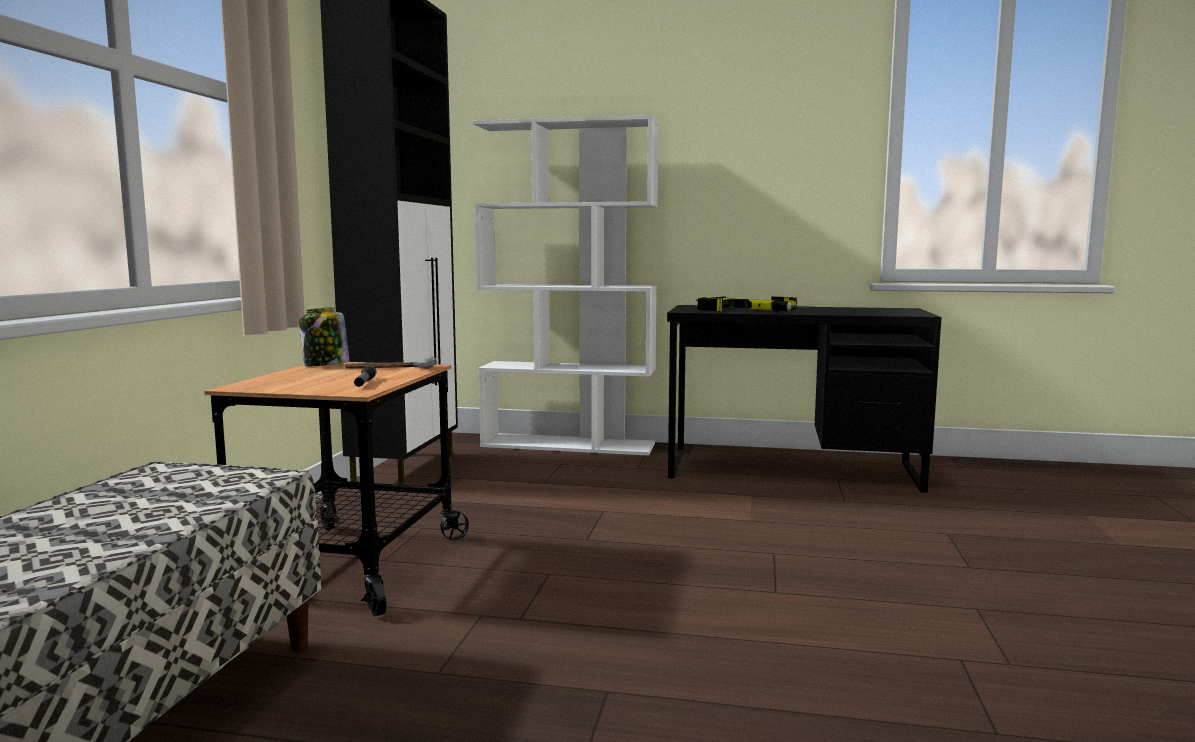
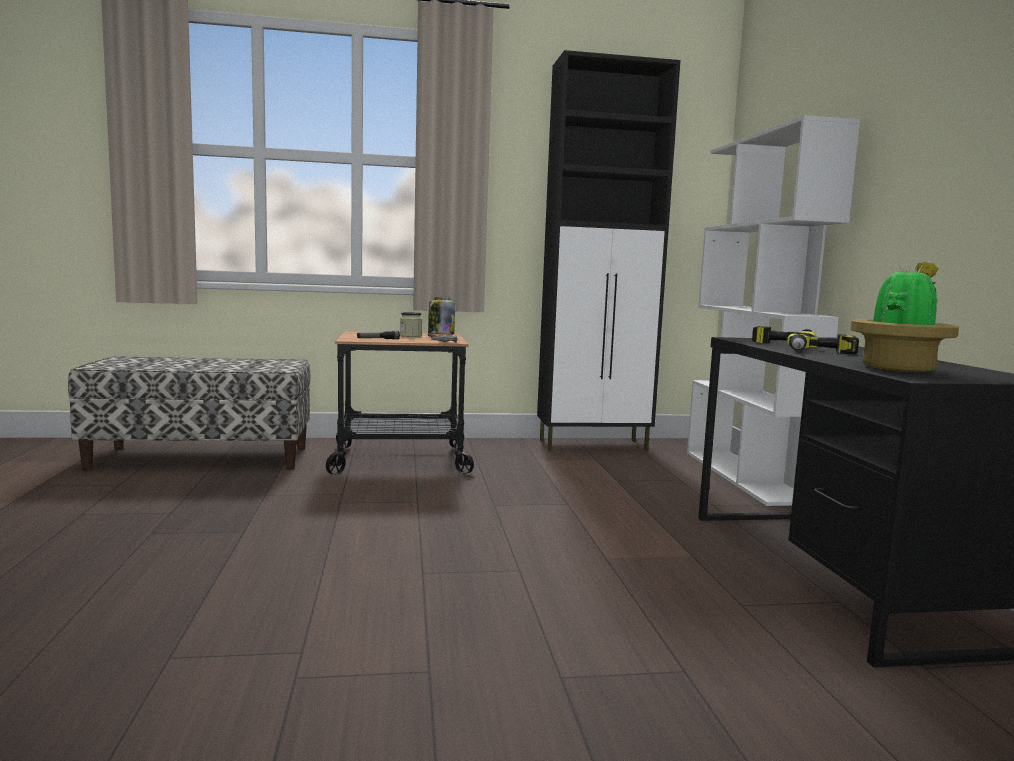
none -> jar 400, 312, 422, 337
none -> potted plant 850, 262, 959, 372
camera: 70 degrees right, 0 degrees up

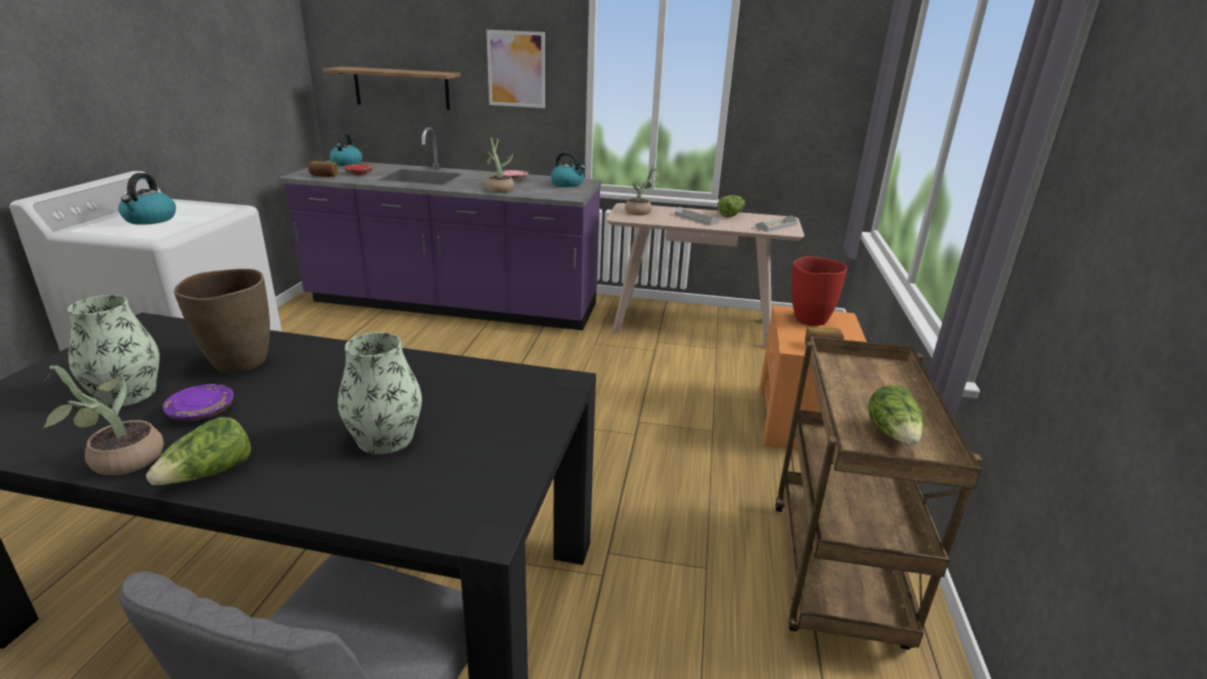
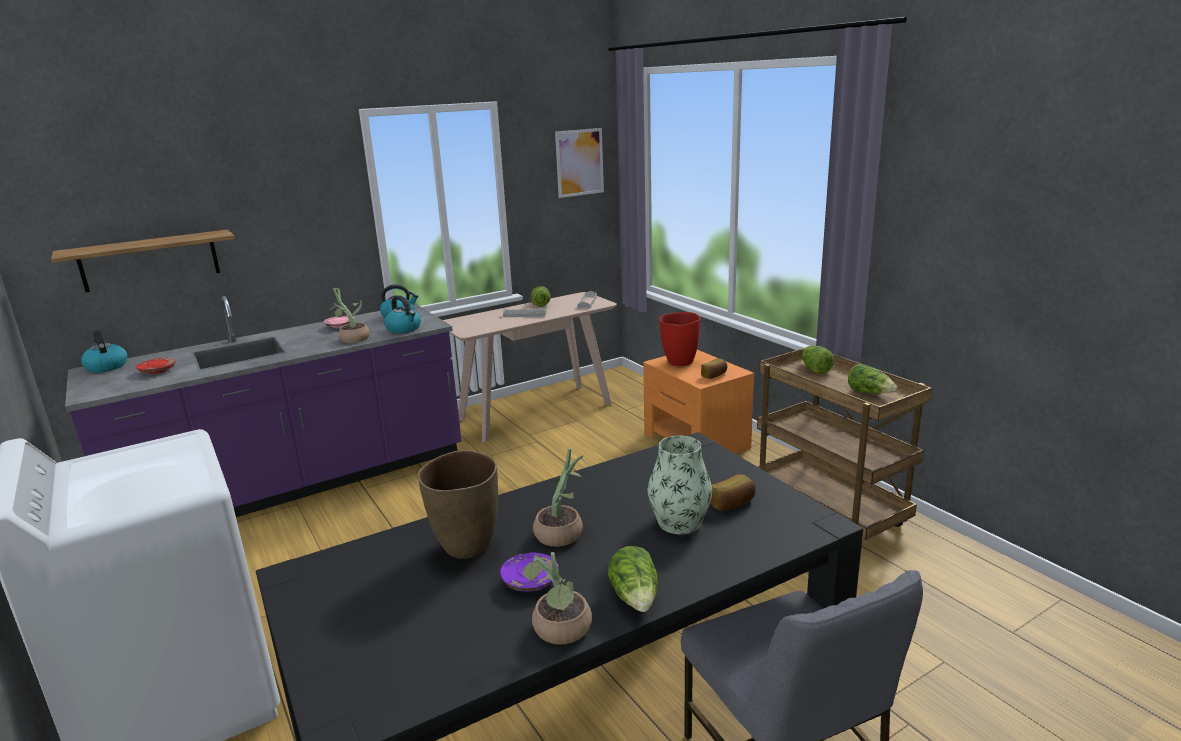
kettle 118, 173, 176, 225 -> kettle 384, 295, 421, 333, moved
potted plant 625, 165, 660, 216 -> potted plant 533, 448, 590, 547, moved
picture 486, 30, 545, 108 -> picture 555, 128, 604, 198, moved
bread 308, 161, 338, 177 -> bread 710, 474, 756, 511, moved
none -> lettuce 802, 345, 834, 374
vase 67, 295, 159, 407 -> none
camera: 40 degrees left, 5 degrees down

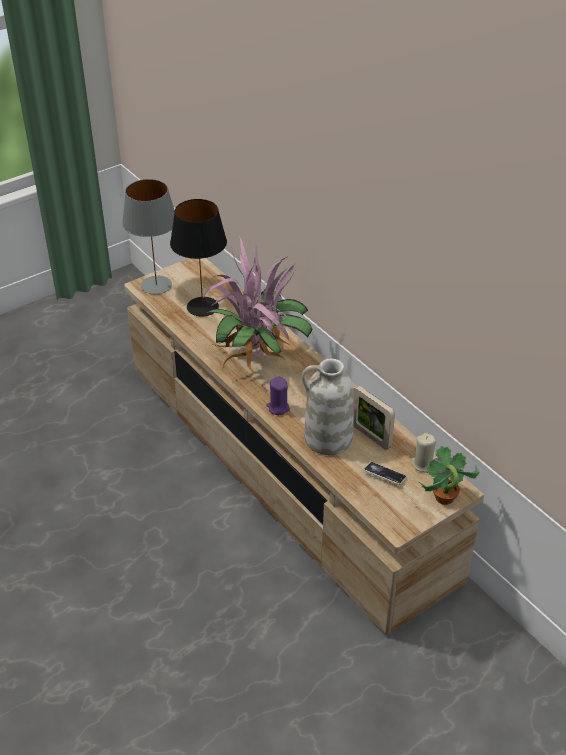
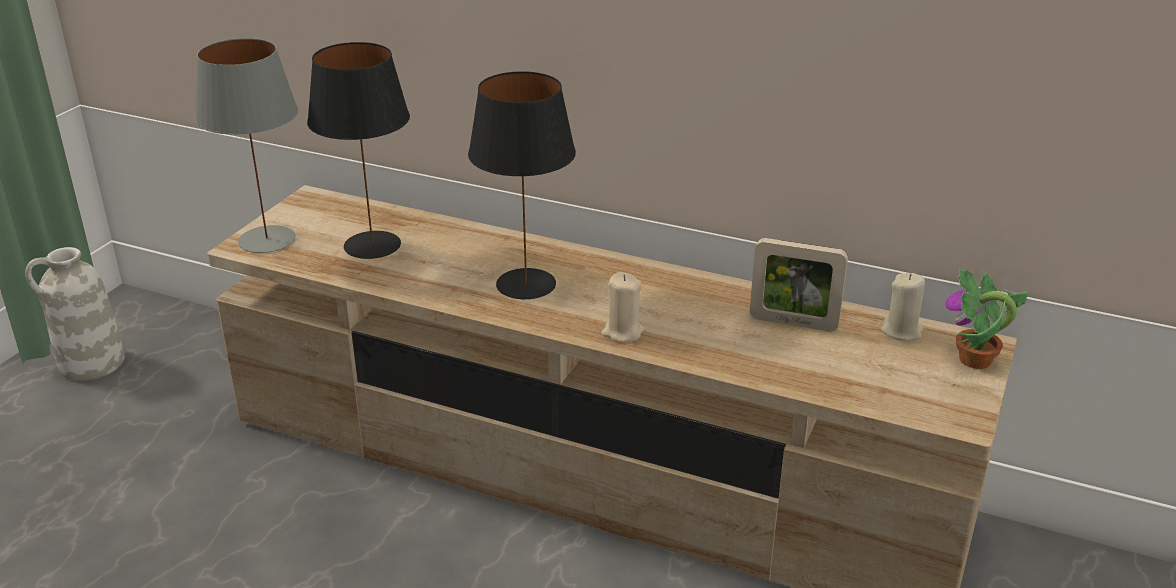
white vase 302, 359, 354, 455 -> white vase 25, 247, 125, 381, moved
potted plant 202, 235, 313, 375 -> black table lamp 468, 71, 576, 299
purple candle 266, 377, 290, 415 -> beige candle 601, 272, 644, 342
phone 364, 462, 407, 485 -> none
camera: 30 degrees left, 10 degrees down

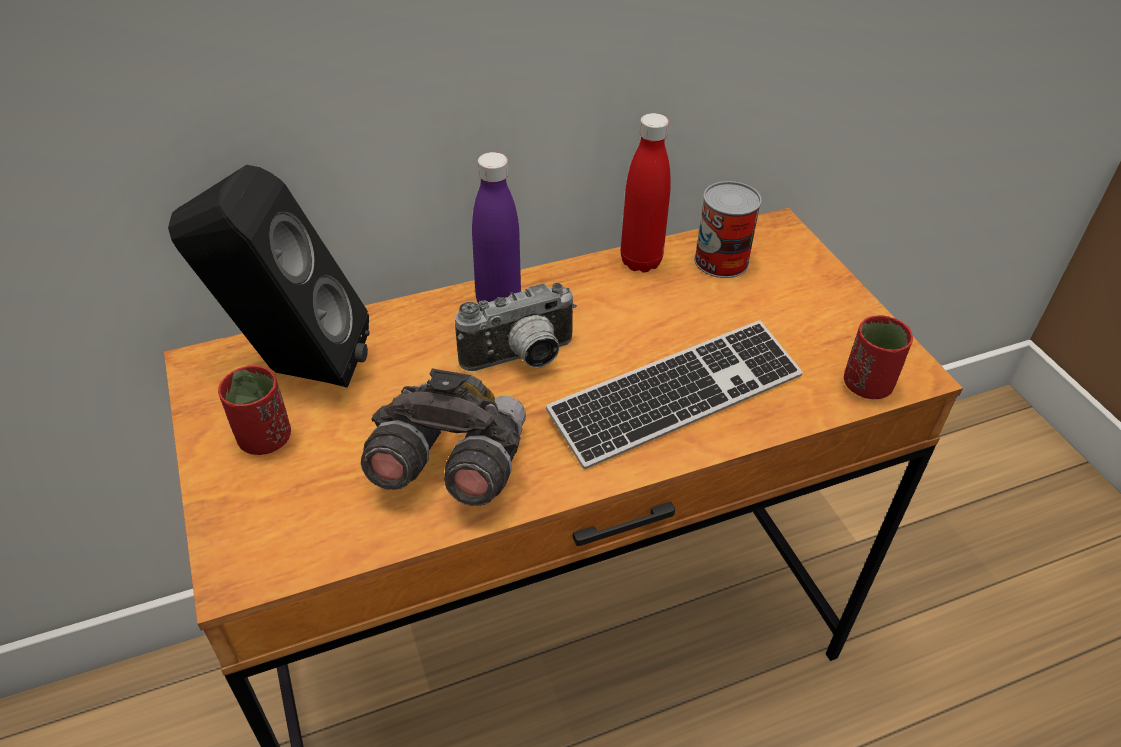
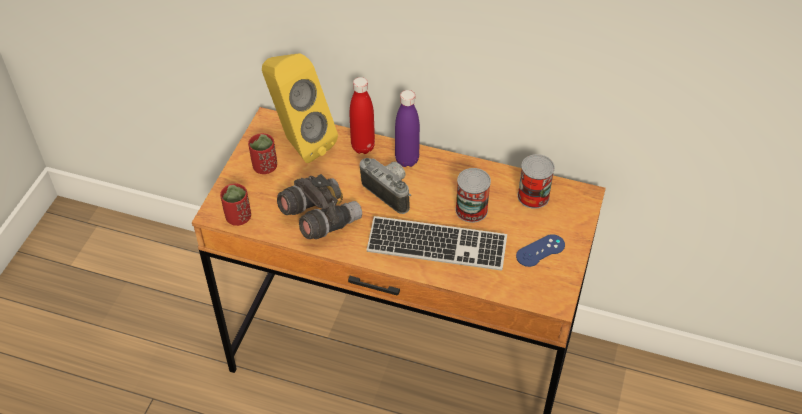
red cup 844, 315, 913, 399 -> red cup 220, 183, 251, 226, moved
black speaker 168, 165, 370, 387 -> yellow speaker 262, 53, 338, 163
red bottle 621, 113, 671, 273 -> red bottle 350, 77, 375, 154, moved
photo camera 455, 283, 577, 371 -> photo camera 360, 158, 411, 214, 150 degrees counterclockwise
none -> can 455, 168, 491, 223
none -> blue game controller 516, 234, 565, 267
camera: 40 degrees right, 5 degrees up

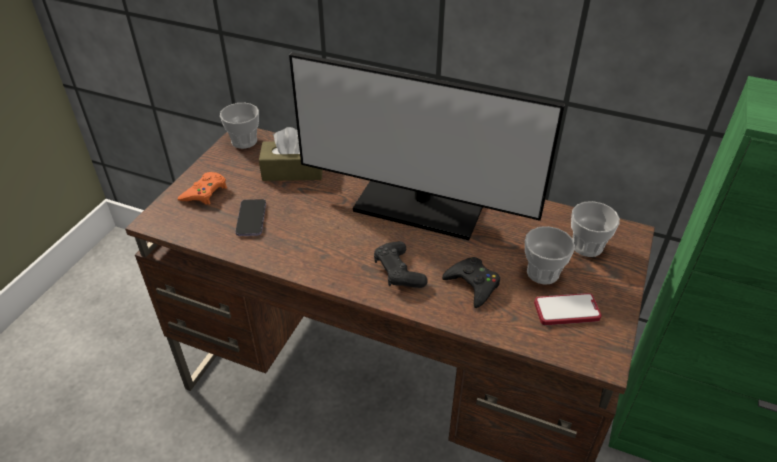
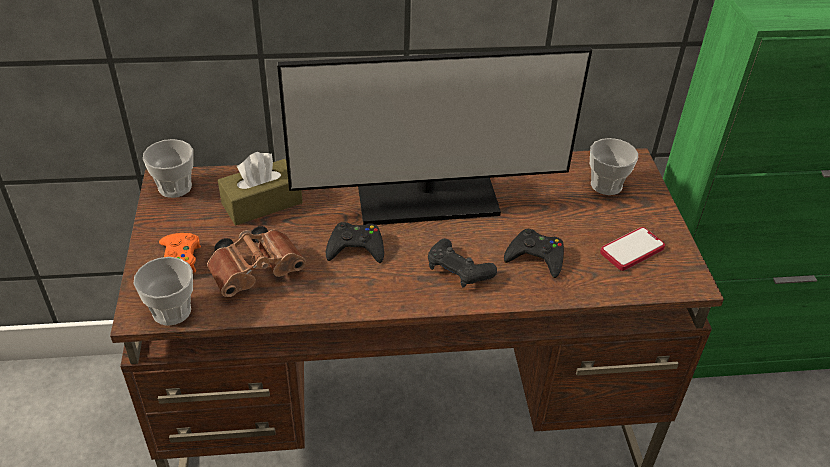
cup 525, 226, 575, 284 -> cup 134, 257, 193, 326, moved
phone 235, 199, 266, 236 -> brown binoculars 207, 226, 306, 297
none -> black game controller 326, 222, 384, 263
camera: 30 degrees left, 0 degrees up

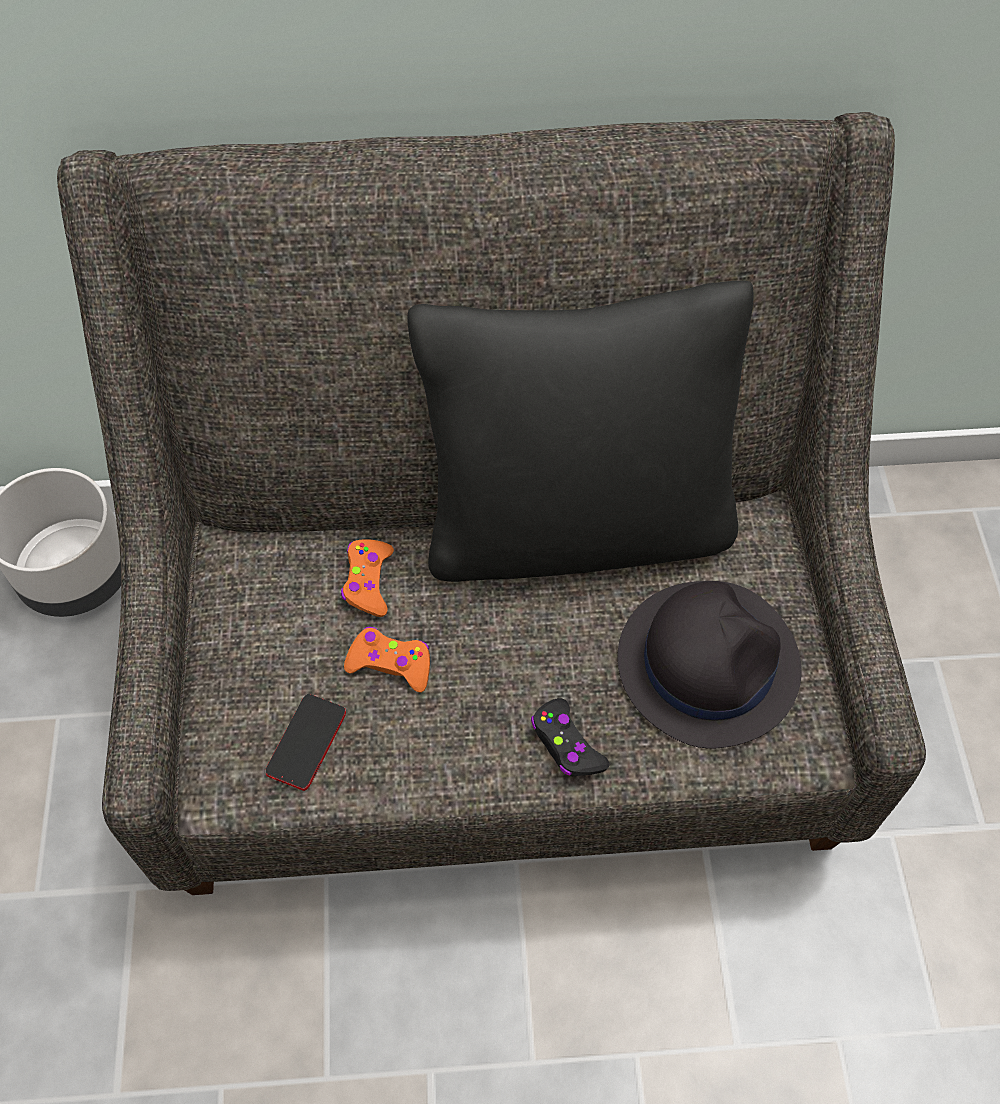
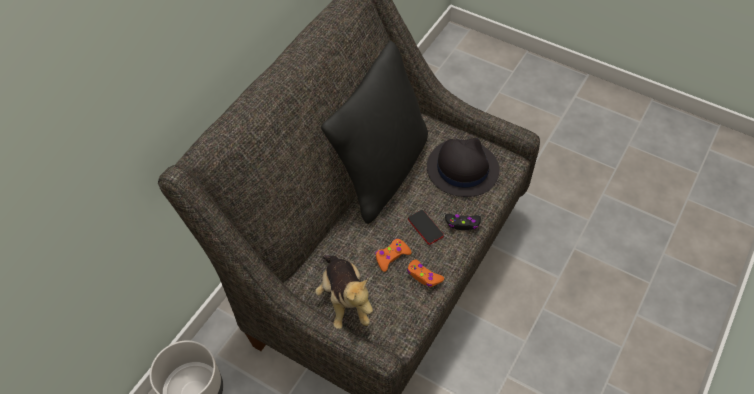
none -> plush toy 315, 255, 373, 329
orange game controller 341, 539, 394, 617 -> orange game controller 407, 260, 444, 287, moved
phone 265, 694, 346, 791 -> phone 408, 210, 444, 245, moved
camera: 55 degrees left, 5 degrees down

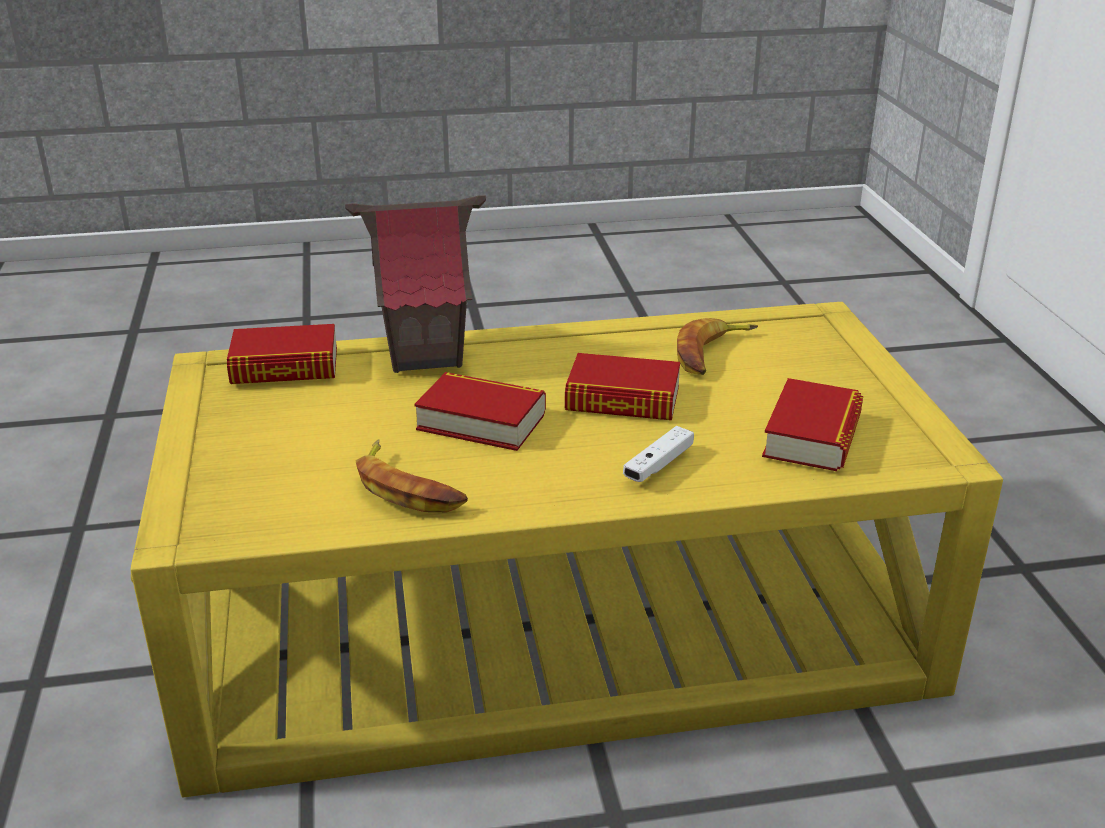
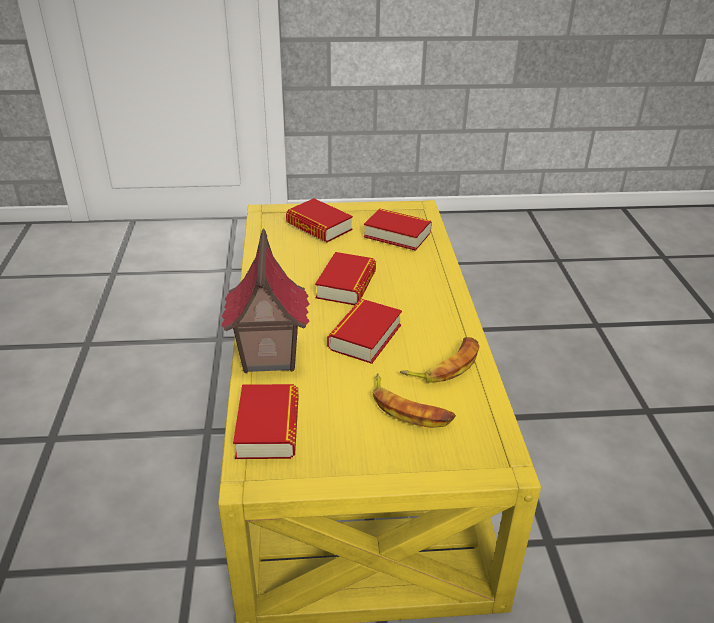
none -> book 286, 198, 353, 242
banana 677, 318, 758, 375 -> banana 372, 373, 456, 428, moved
white game controller 623, 426, 694, 482 -> none
camera: 85 degrees left, 5 degrees up

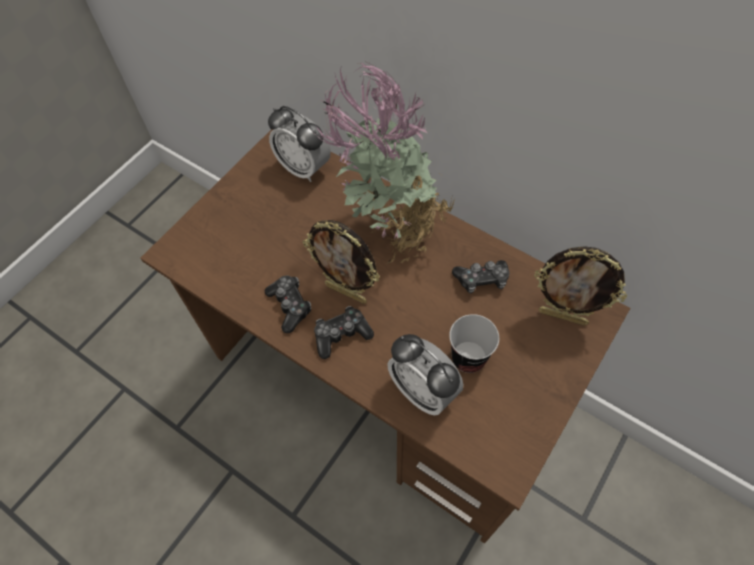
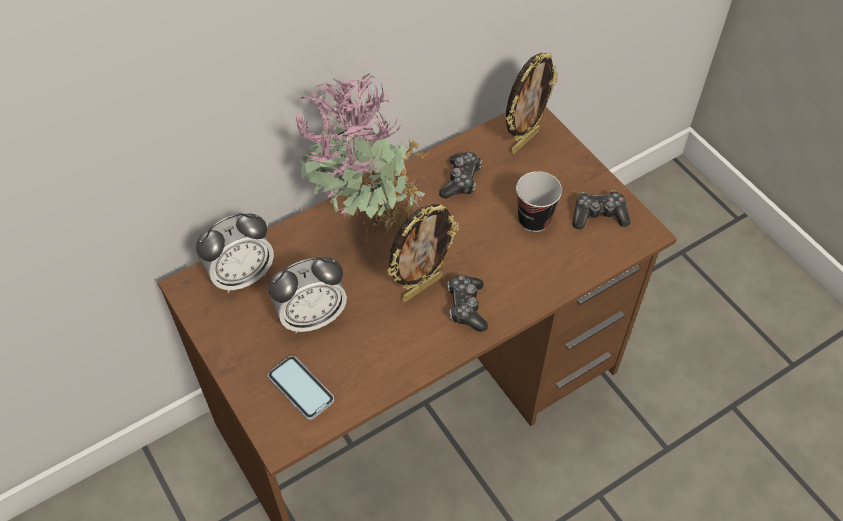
alarm clock 388, 334, 464, 416 -> alarm clock 268, 257, 347, 334, moved
none -> phone 268, 356, 334, 420
game controller 265, 276, 311, 333 -> game controller 573, 191, 631, 229, moved
camera: 70 degrees left, 5 degrees down

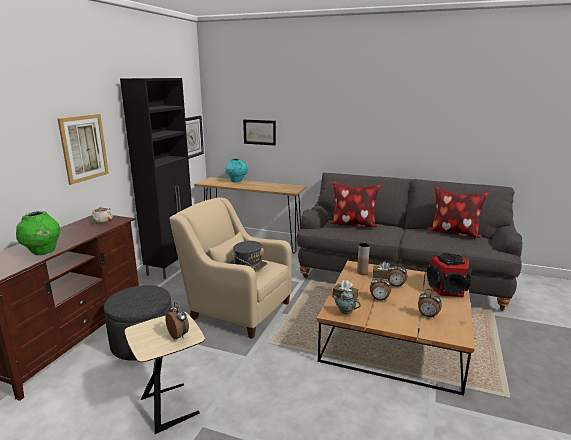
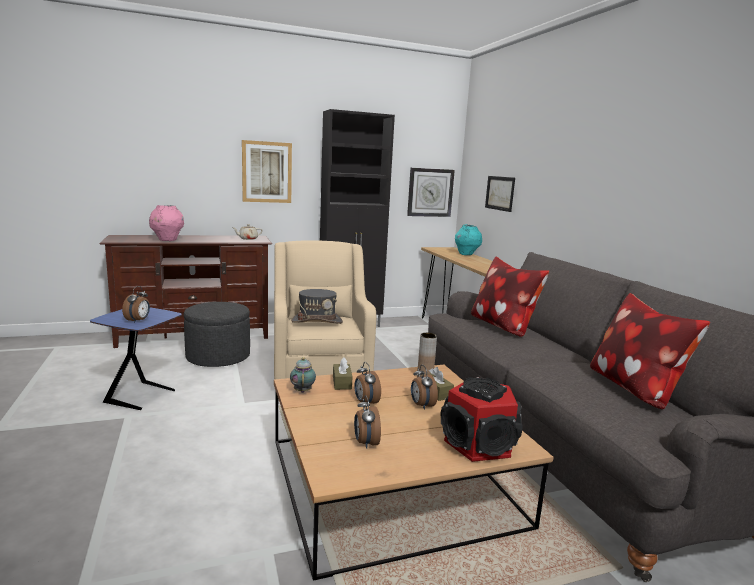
beige side table 125, 312, 205, 434 -> blue side table 90, 307, 182, 410
green vase 16, 211, 61, 255 -> pink vase 149, 205, 184, 241
camera: 50 degrees right, 5 degrees down

